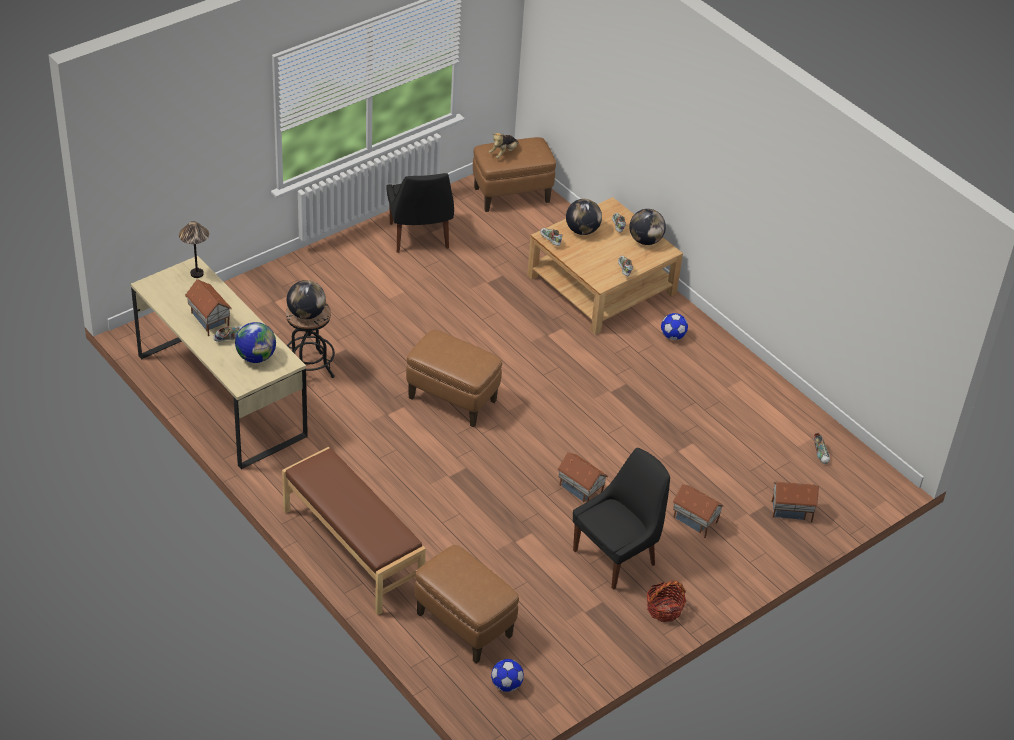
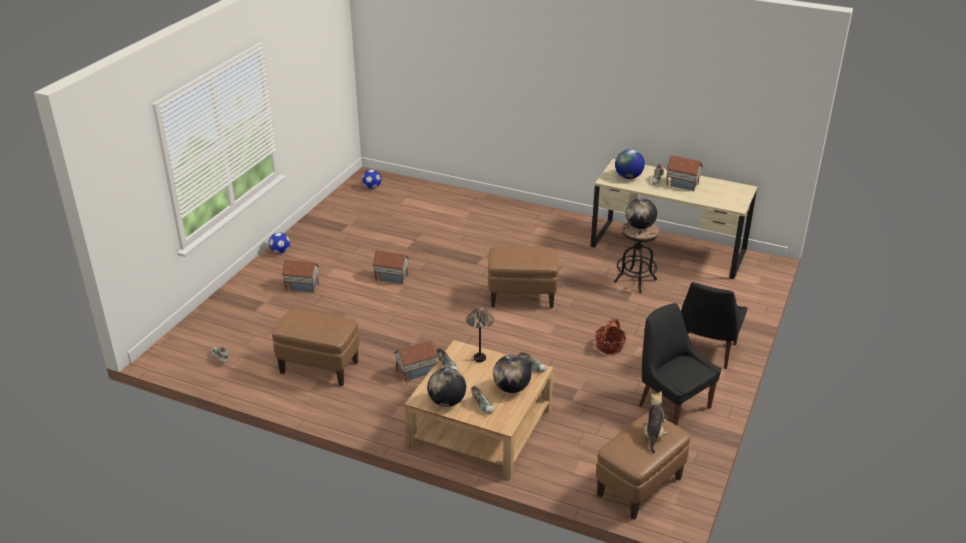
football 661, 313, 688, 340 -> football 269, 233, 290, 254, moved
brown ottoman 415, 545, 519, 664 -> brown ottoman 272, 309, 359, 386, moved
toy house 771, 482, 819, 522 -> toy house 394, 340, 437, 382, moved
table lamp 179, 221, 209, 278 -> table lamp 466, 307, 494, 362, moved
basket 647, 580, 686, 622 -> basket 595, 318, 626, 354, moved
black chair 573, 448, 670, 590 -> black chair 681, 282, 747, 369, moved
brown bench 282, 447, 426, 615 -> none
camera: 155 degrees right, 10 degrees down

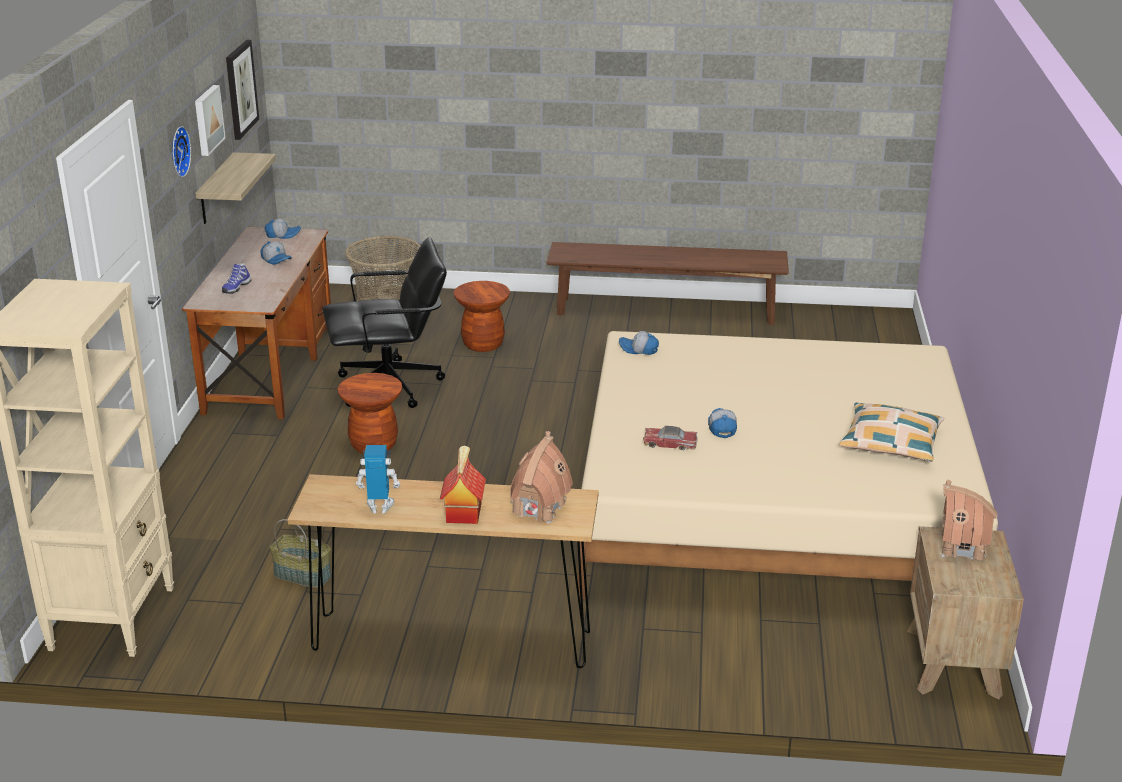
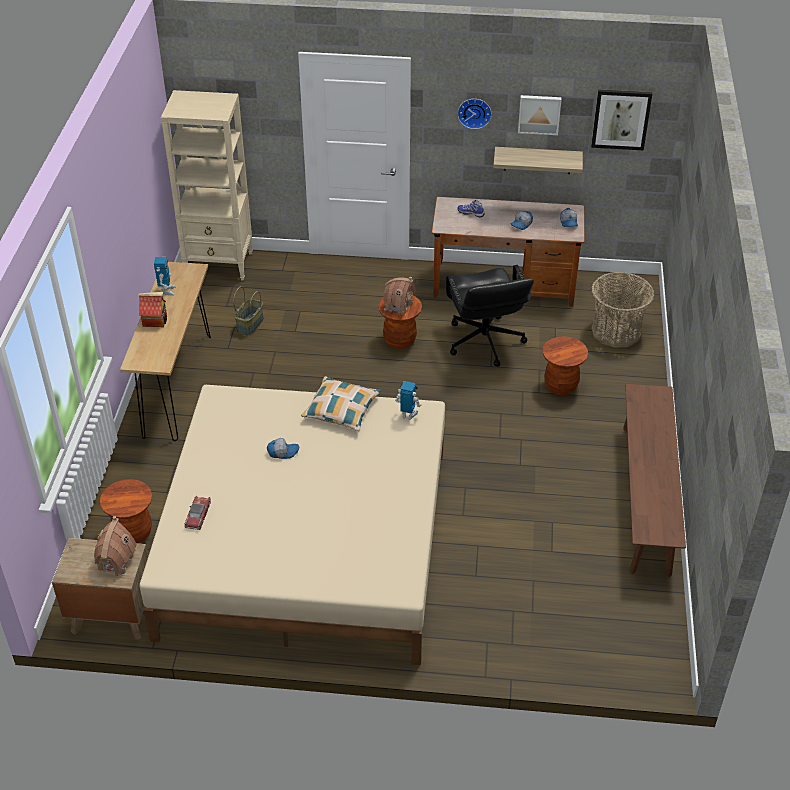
none -> brown stool 100, 479, 152, 543
toy car 643, 426, 698, 450 -> toy car 185, 496, 211, 530, moved
pillow 839, 403, 944, 462 -> pillow 301, 376, 381, 431, moved
toy house 510, 431, 573, 524 -> toy house 383, 277, 416, 315, moved
cap 619, 331, 659, 355 -> toy robot 395, 381, 422, 420
camera: 90 degrees right, 15 degrees up

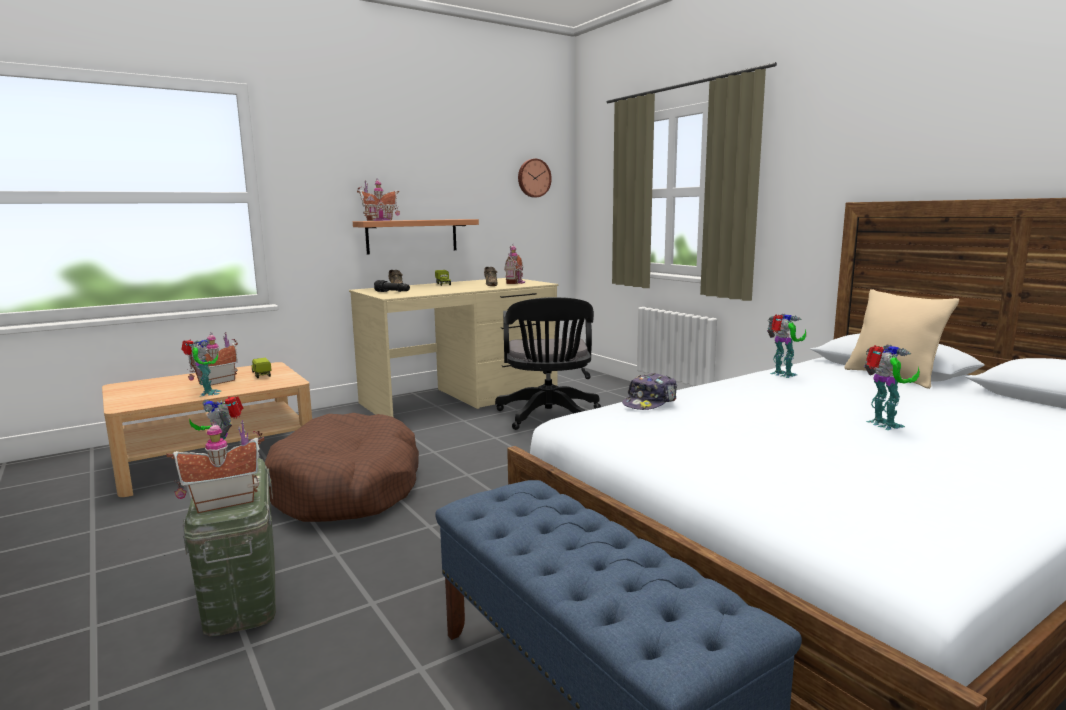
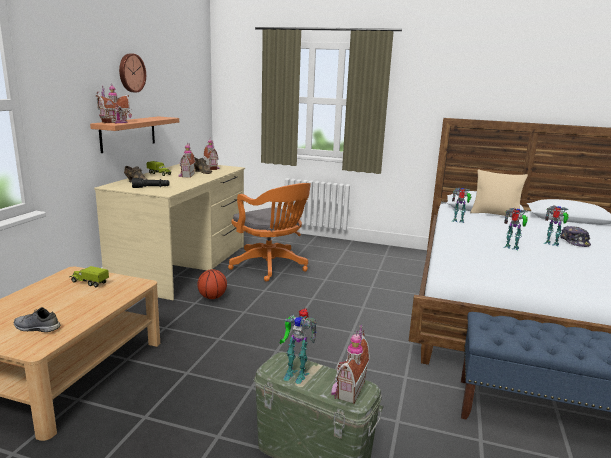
none -> grey shoe 14, 307, 60, 332
wall clock 518, 159, 552, 197 -> wall clock 119, 54, 146, 92, moved
toy house 187, 332, 238, 385 -> toy house 178, 142, 195, 178, moved
none -> basketball 197, 269, 227, 299
black office chair 495, 297, 601, 430 -> orange office chair 228, 183, 311, 282
toy robot 181, 339, 221, 397 -> toy robot 504, 208, 528, 250, moved
cap 622, 373, 677, 410 -> cap 560, 226, 591, 247, moved
brown dog bed 265, 413, 419, 522 -> none
camera: 40 degrees left, 5 degrees up

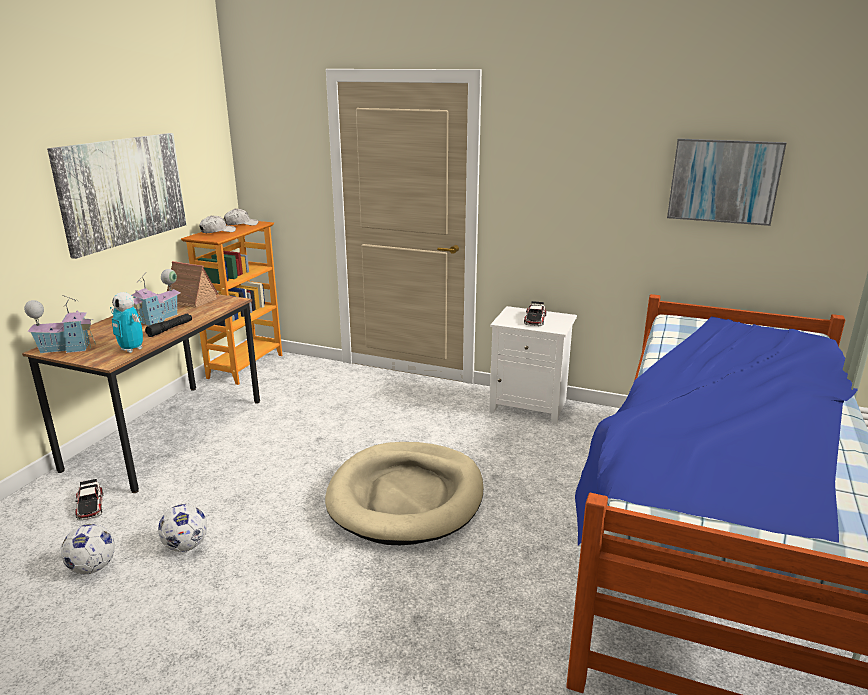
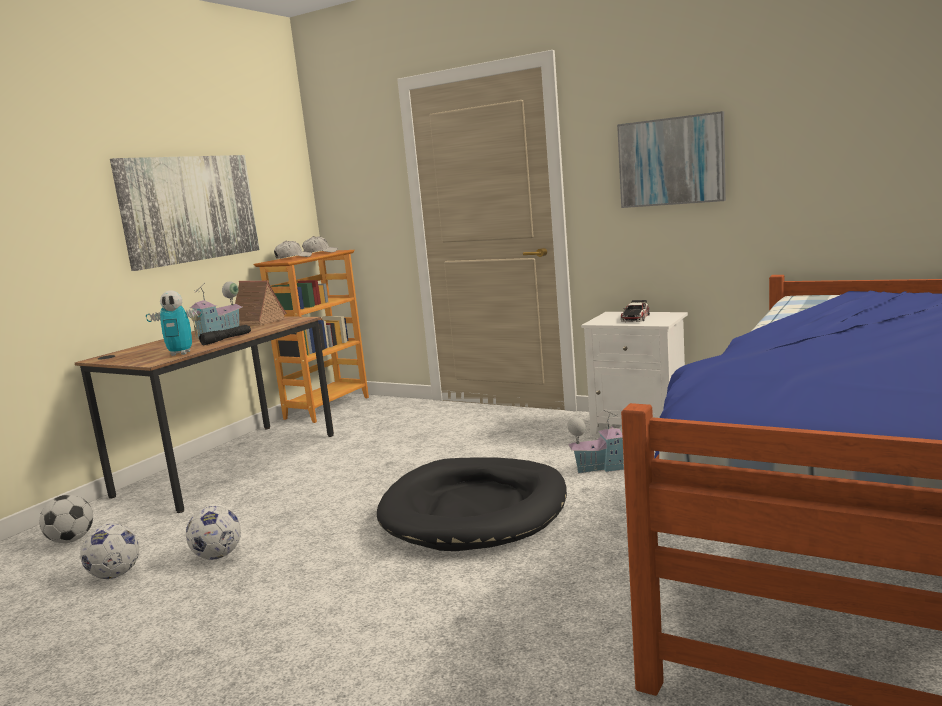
none -> football 39, 495, 93, 543
toy robot 110, 292, 143, 353 -> toy robot 146, 290, 202, 356, 45 degrees counterclockwise
beige dog bed 325, 442, 483, 545 -> black dog bed 377, 458, 567, 551
toy house 24, 295, 96, 353 -> toy house 567, 410, 624, 474, moved
picture 667, 139, 786, 226 -> picture 617, 111, 726, 208, moved
toy car 75, 479, 104, 521 -> none
camera: 10 degrees right, 10 degrees down

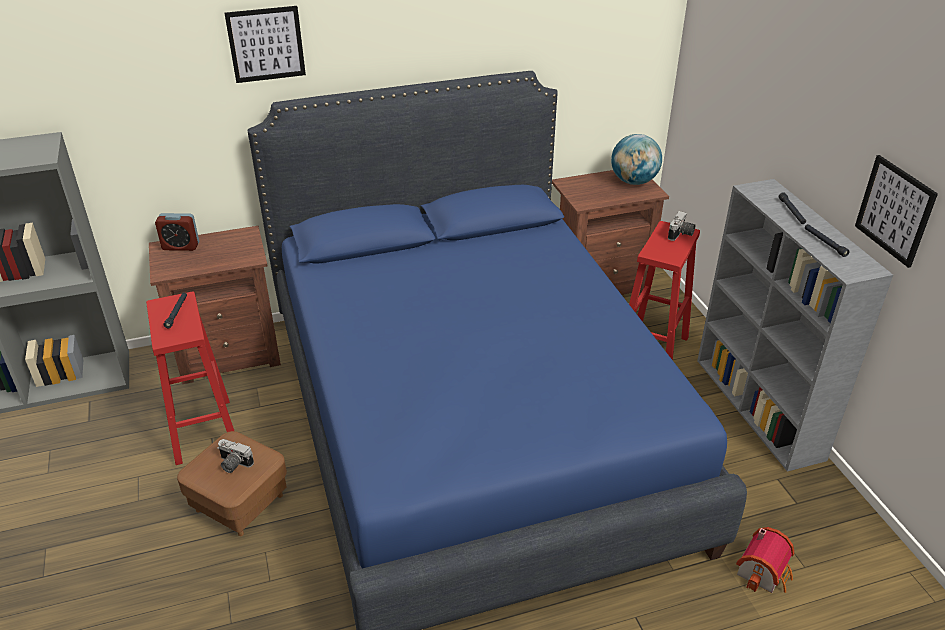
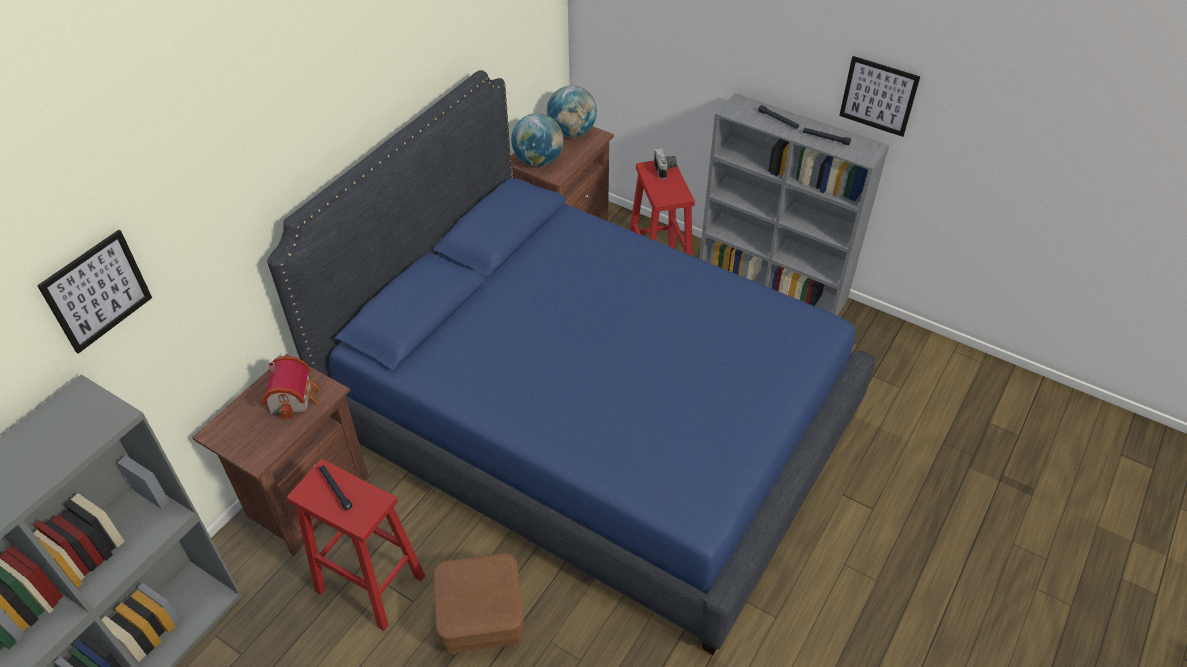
picture 225, 6, 306, 83 -> picture 37, 230, 152, 354, moved
toy house 736, 527, 794, 593 -> toy house 262, 356, 321, 420, moved
none -> globe 511, 113, 564, 166
alarm clock 155, 213, 199, 251 -> none
photo camera 217, 439, 254, 473 -> none
camera: 40 degrees left, 10 degrees up

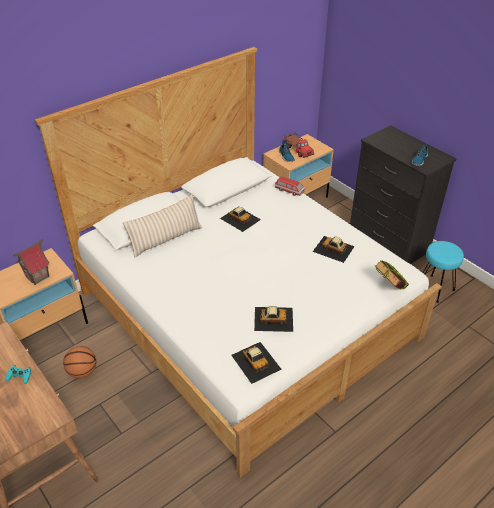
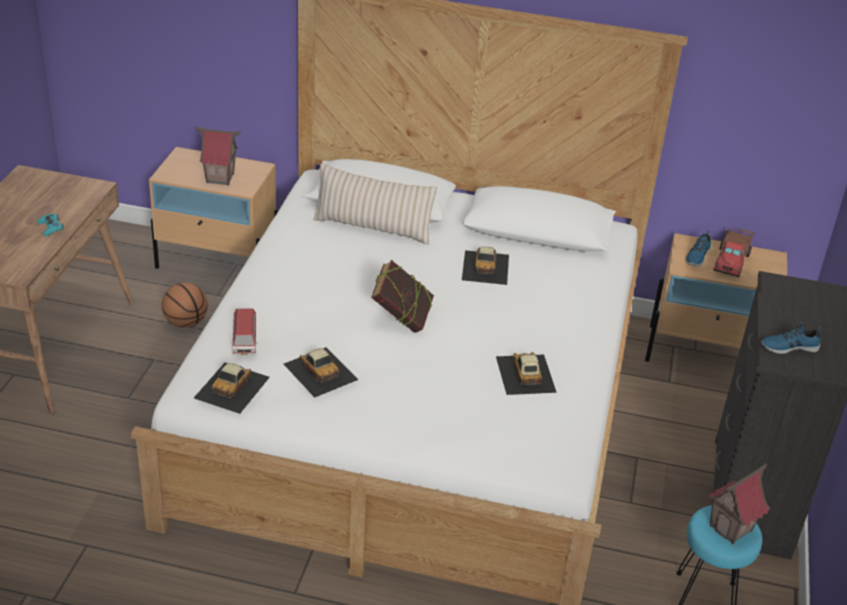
toy car 275, 176, 305, 196 -> toy car 230, 309, 258, 355, moved
book 375, 260, 409, 290 -> book 371, 260, 434, 333, moved
none -> toy house 708, 463, 770, 544
camera: 50 degrees right, 5 degrees down

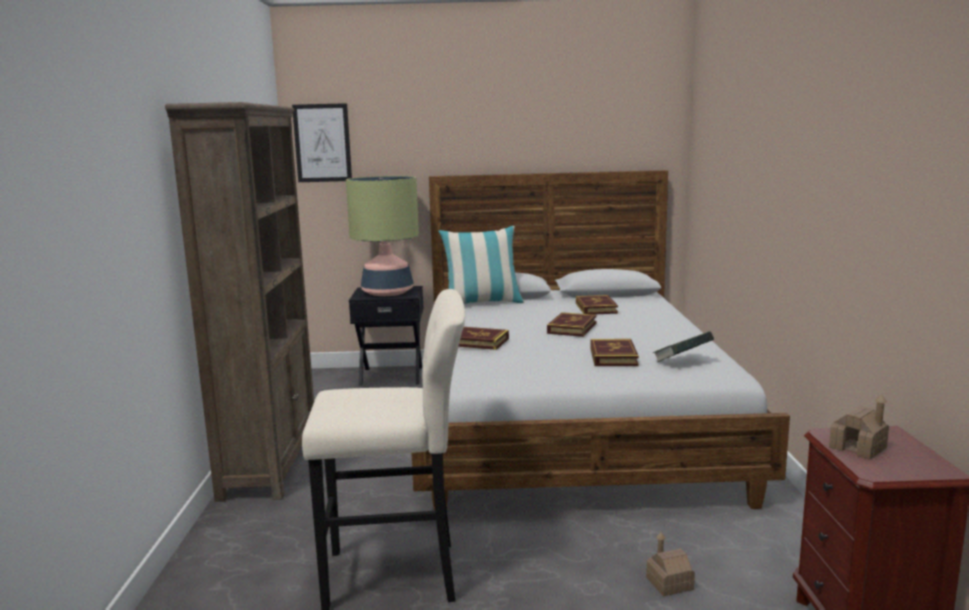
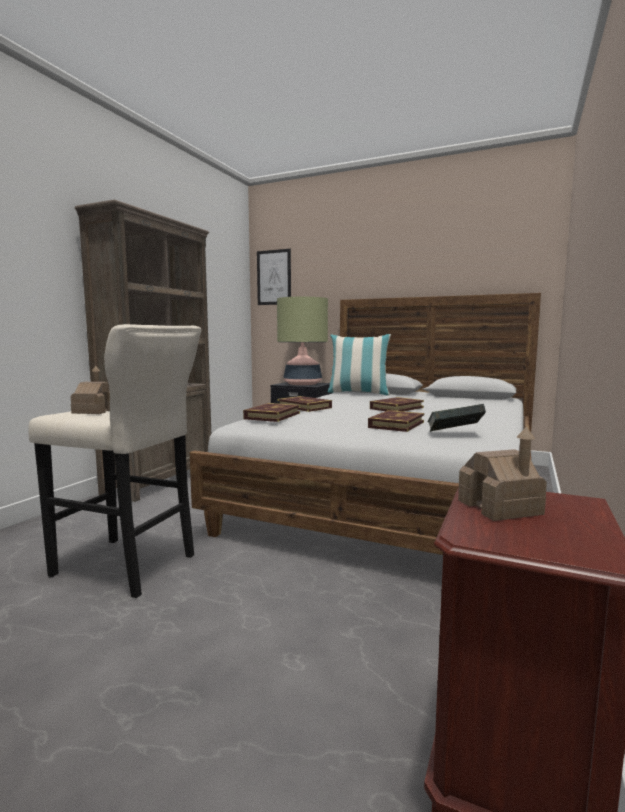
toy house 646, 532, 695, 597 -> toy house 71, 366, 110, 414, moved
book 576, 295, 618, 315 -> book 243, 403, 300, 422, moved
camera: 25 degrees right, 5 degrees down

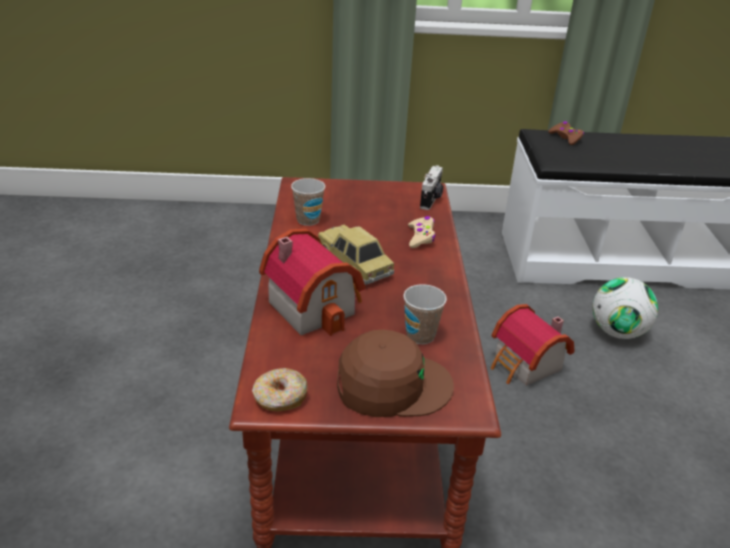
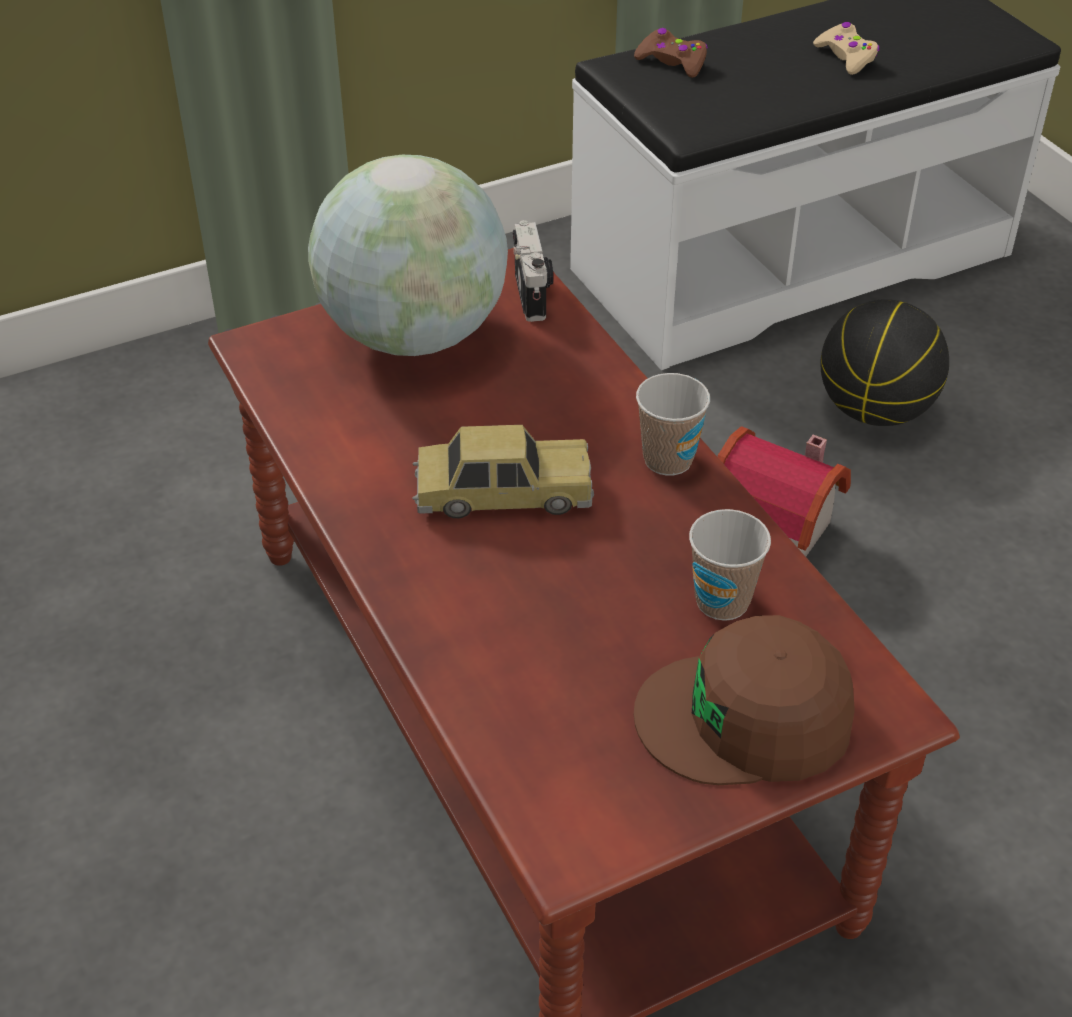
none -> globe 308, 155, 508, 356
toy car 318, 225, 394, 285 -> toy car 412, 425, 594, 518, 150 degrees clockwise
brown cap 337, 330, 454, 417 -> brown cap 634, 615, 855, 785, 150 degrees counterclockwise
cup 291, 178, 325, 226 -> cup 636, 373, 710, 476, moved
beige game controller 408, 216, 435, 248 -> beige game controller 813, 22, 879, 75, moved
football 593, 277, 658, 339 -> basketball 820, 299, 949, 426
donut 252, 368, 308, 411 -> none
toy house 259, 229, 365, 336 -> none
camera: 25 degrees left, 10 degrees up

